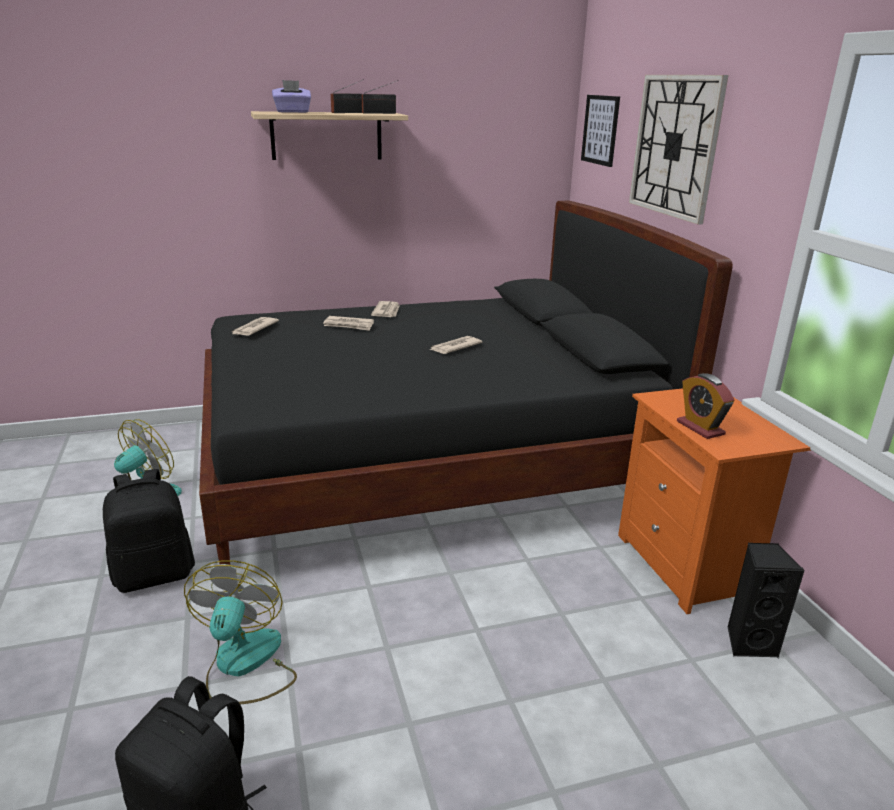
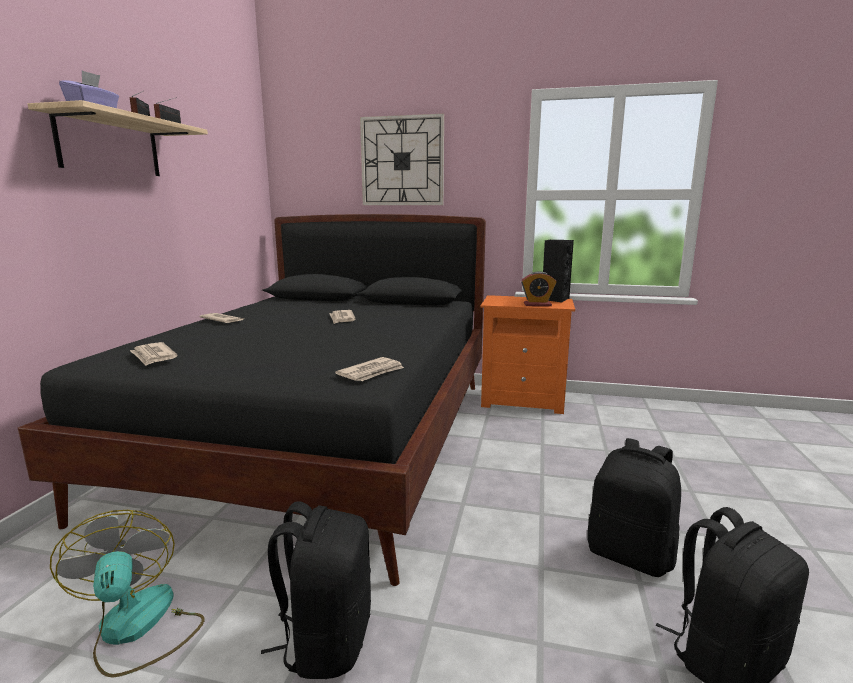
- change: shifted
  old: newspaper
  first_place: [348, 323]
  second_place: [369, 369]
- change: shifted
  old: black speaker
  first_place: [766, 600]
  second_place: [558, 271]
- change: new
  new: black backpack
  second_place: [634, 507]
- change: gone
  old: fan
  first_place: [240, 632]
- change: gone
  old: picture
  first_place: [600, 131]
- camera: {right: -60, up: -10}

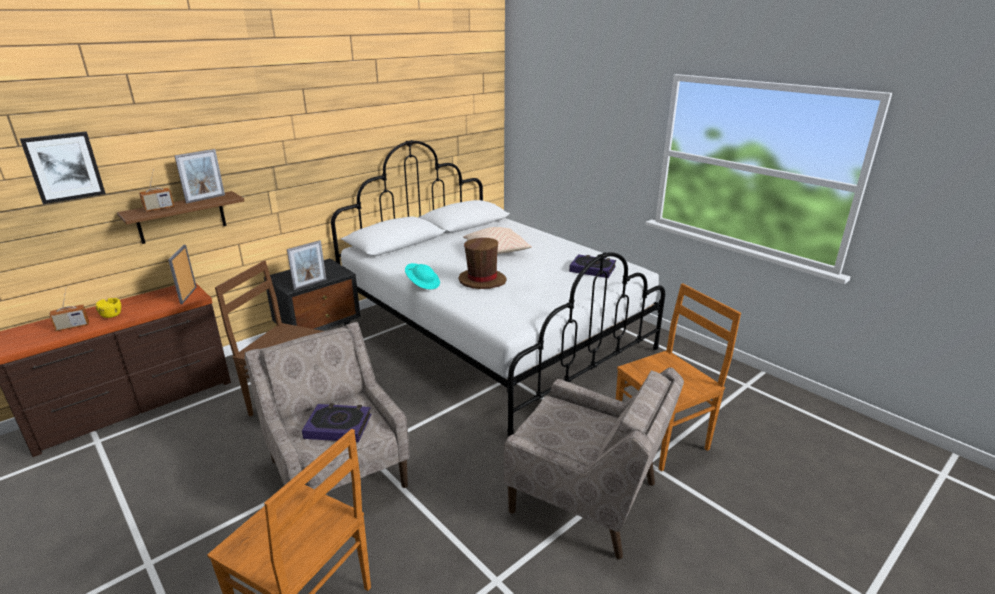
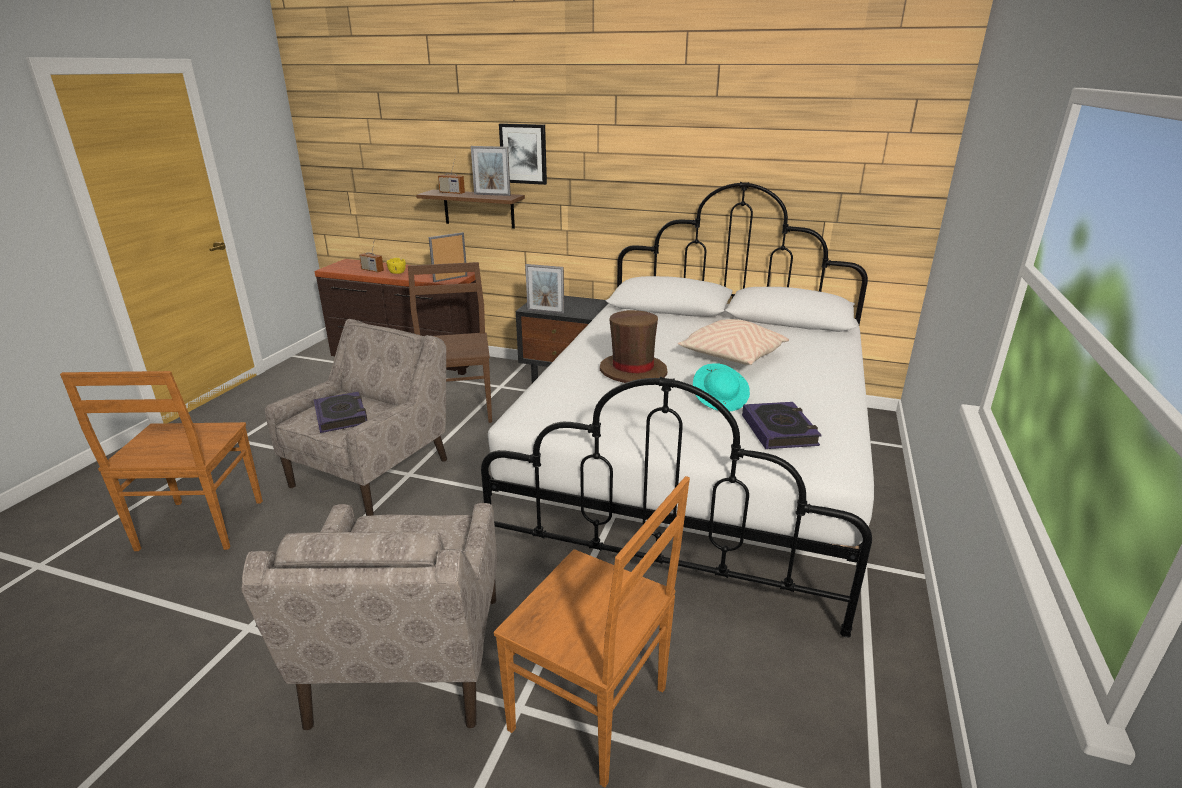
- change: shifted
  old: picture
  first_place: [63, 168]
  second_place: [523, 154]
- change: shifted
  old: turquoise hat
  first_place: [422, 276]
  second_place: [721, 387]
- camera: {right: 60, up: 0}

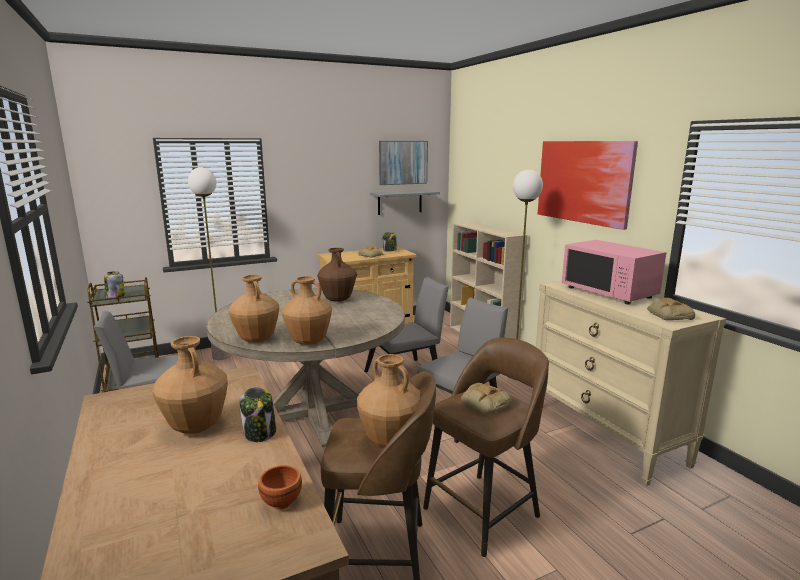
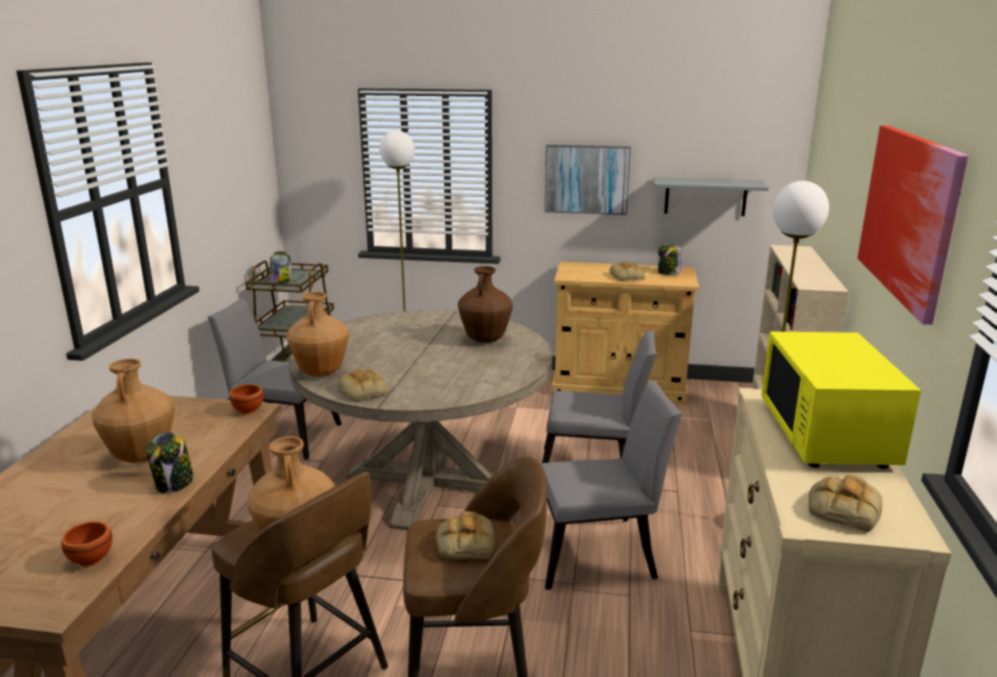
- change: new
  new: brown bowl
  second_place: [247, 399]
- change: swapped
  old: brown vase
  new: bread
  first_place: [307, 310]
  second_place: [363, 385]
- change: shifted
  old: picture
  first_place: [403, 163]
  second_place: [588, 180]
- change: repainted
  old: pink microwave
  new: yellow microwave
  first_place: [614, 272]
  second_place: [841, 400]
- camera: {right: 35, up: 5}

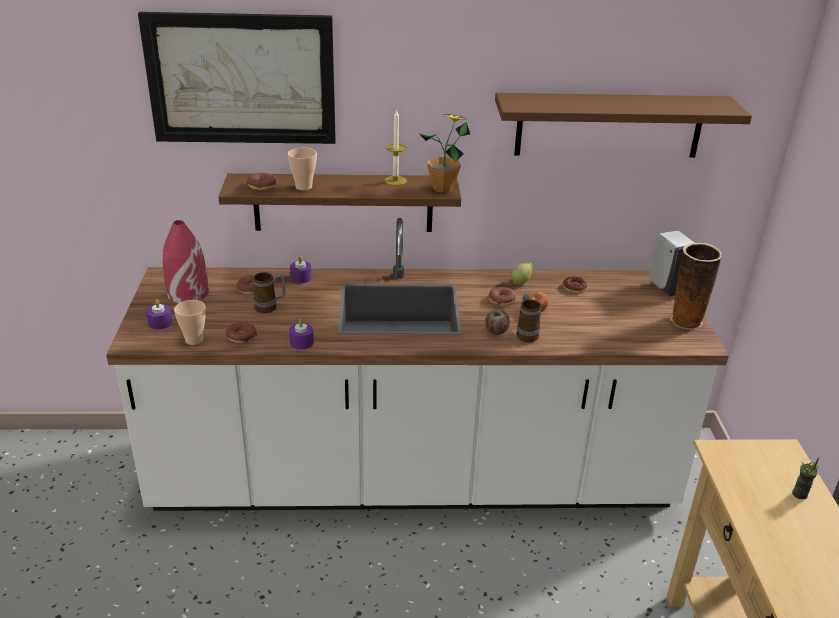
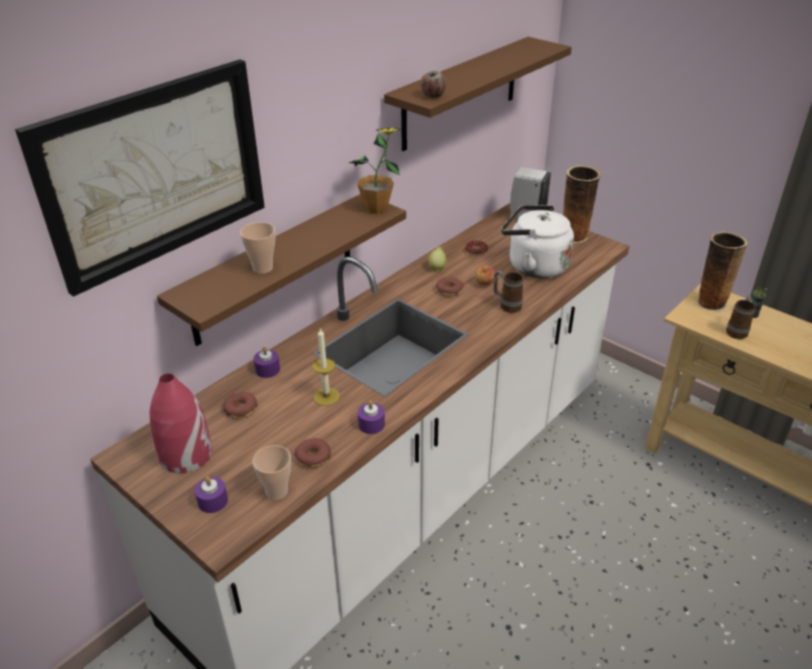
- change: shifted
  old: candle
  first_place: [395, 147]
  second_place: [326, 367]
- change: shifted
  old: apple
  first_place: [497, 322]
  second_place: [433, 84]
- change: new
  new: white kettle
  second_place: [537, 242]
- change: new
  new: vase
  second_place: [722, 271]
- change: shifted
  old: mug
  first_place: [269, 293]
  second_place: [740, 317]
- change: gone
  old: donut
  first_place: [261, 182]
- camera: {right: -45, up: 5}

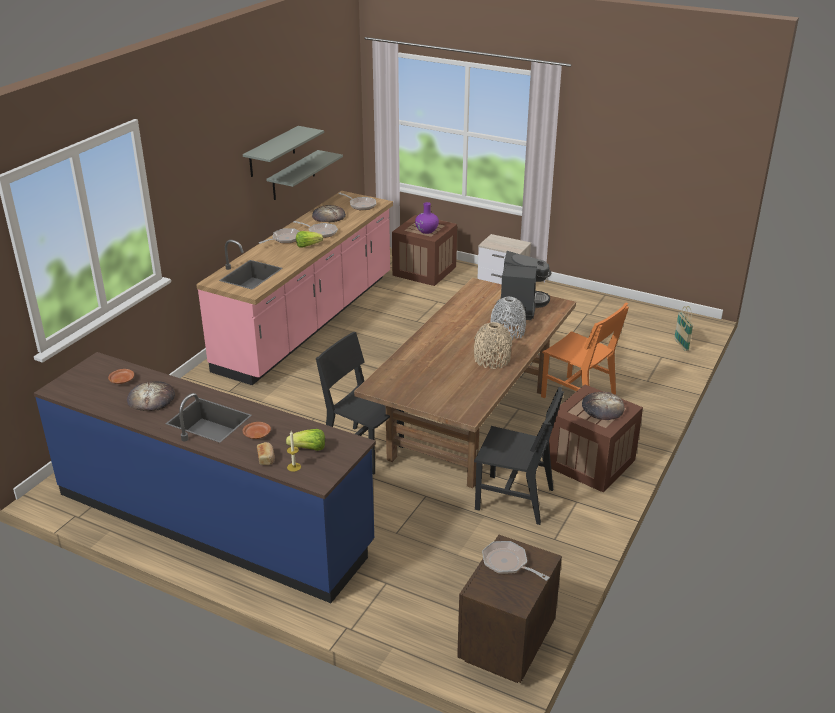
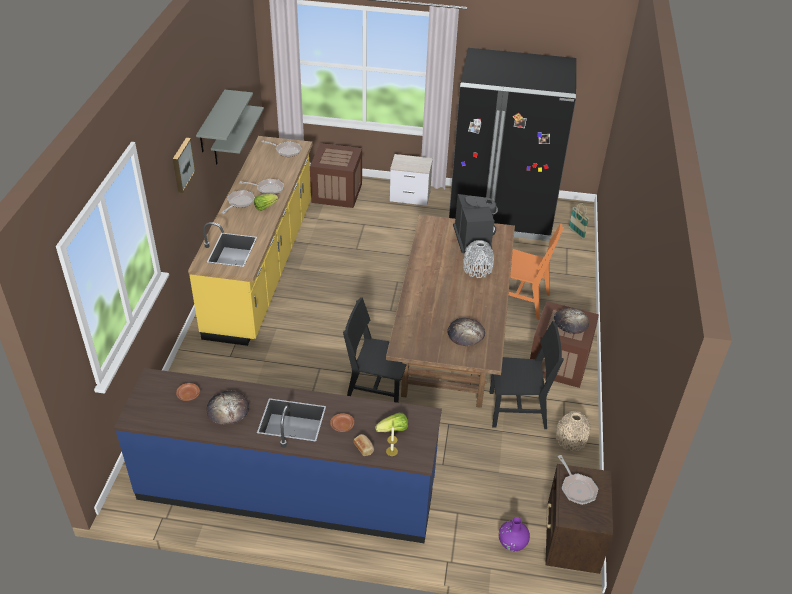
- change: new
  new: picture
  second_place: [184, 165]
- change: repainted
  old: pink counter
  new: yellow counter
  first_place: [294, 288]
  second_place: [250, 241]
- change: shifted
  old: bread
  first_place: [329, 213]
  second_place: [466, 332]
- change: new
  new: black fridge
  second_place: [512, 144]
- change: shifted
  old: purple vase
  first_place: [427, 218]
  second_place: [514, 534]
- change: shifted
  old: beige vase
  first_place: [493, 345]
  second_place: [573, 431]
- change: rotated
  old: frying pan
  first_place: [516, 561]
  second_place: [577, 480]
  degrees: -135
- camera: {right: -20, up: 10}

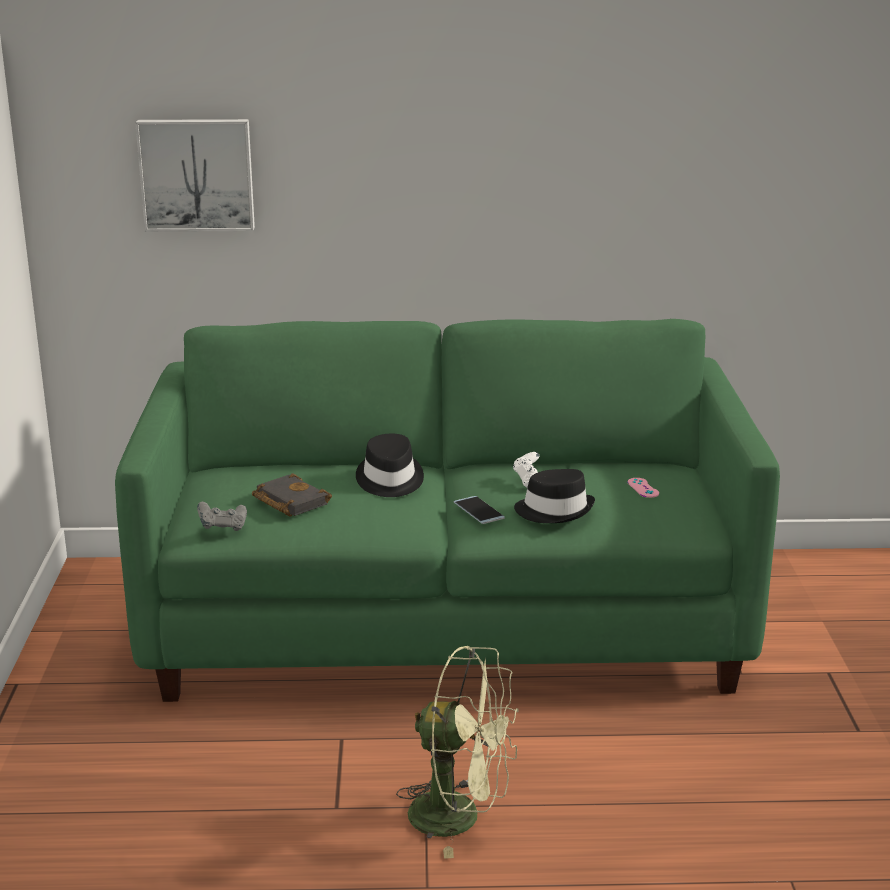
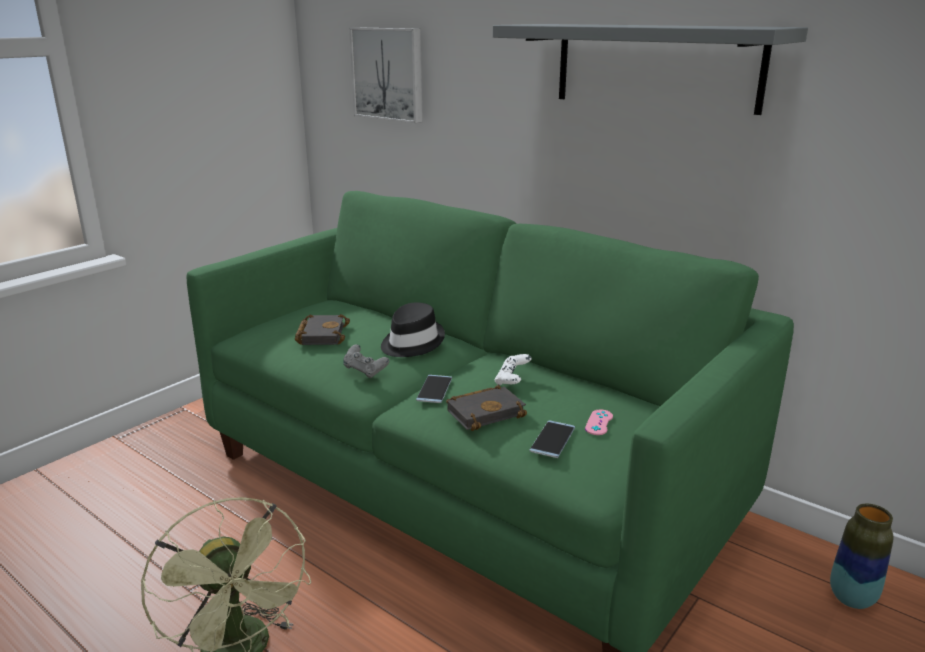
- change: shifted
  old: grey game controller
  first_place: [222, 516]
  second_place: [366, 361]
- change: swapped
  old: black hat
  new: black book
  first_place: [554, 496]
  second_place: [486, 408]
- change: new
  new: grey shelf
  second_place: [650, 69]
- change: new
  new: phone
  second_place: [552, 439]
- change: new
  new: vase
  second_place: [862, 556]
- camera: {right: 40, up: 0}

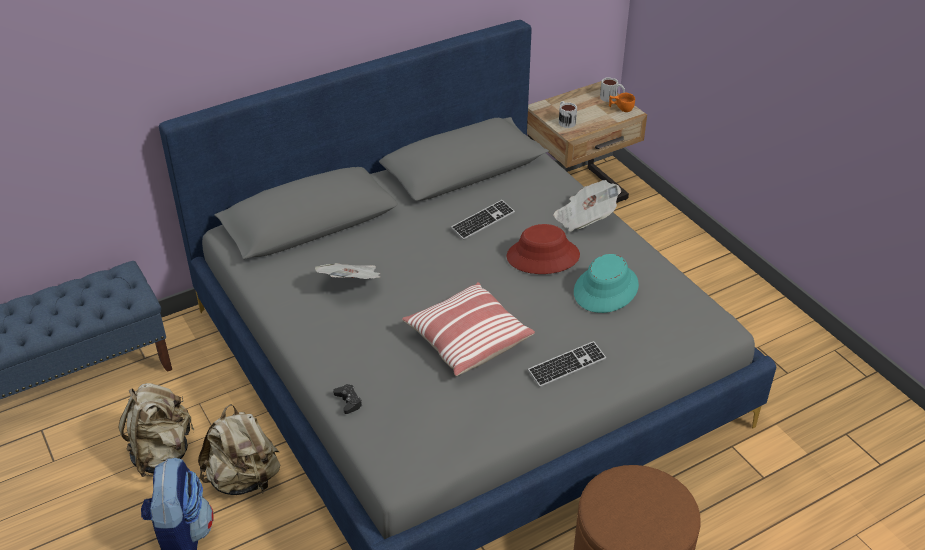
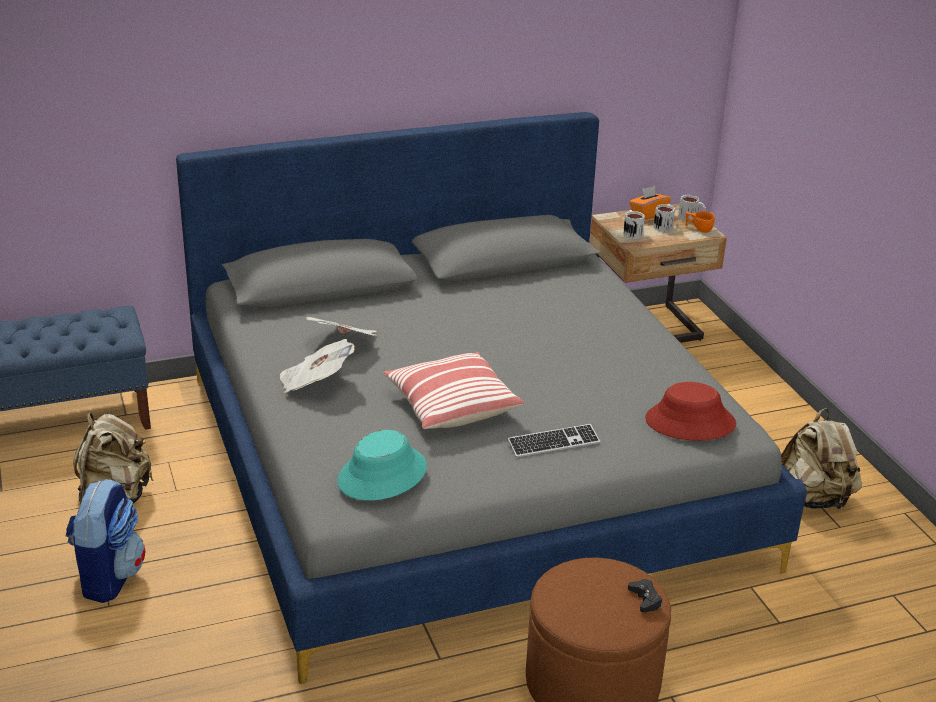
- change: shifted
  old: newspaper
  first_place: [587, 206]
  second_place: [317, 366]
- change: shifted
  old: turquoise hat
  first_place: [606, 283]
  second_place: [382, 465]
- change: shifted
  old: black game controller
  first_place: [348, 399]
  second_place: [645, 595]
- change: new
  new: orange tissue box
  second_place: [650, 203]
- change: shifted
  old: red hat
  first_place: [543, 249]
  second_place: [690, 411]
- change: new
  new: mug
  second_place: [664, 218]
- change: shifted
  old: beige backpack
  first_place: [239, 449]
  second_place: [821, 458]
- change: gone
  old: keyboard
  first_place: [483, 220]
- camera: {right: 10, up: -10}

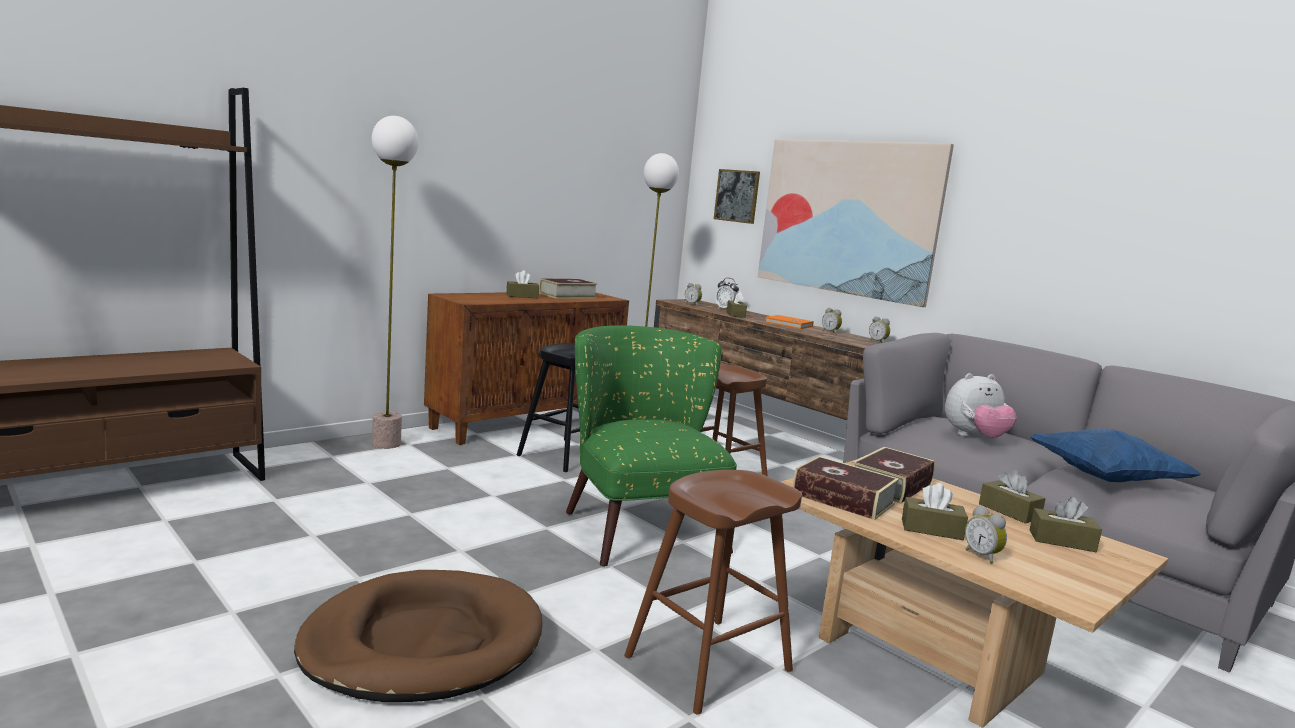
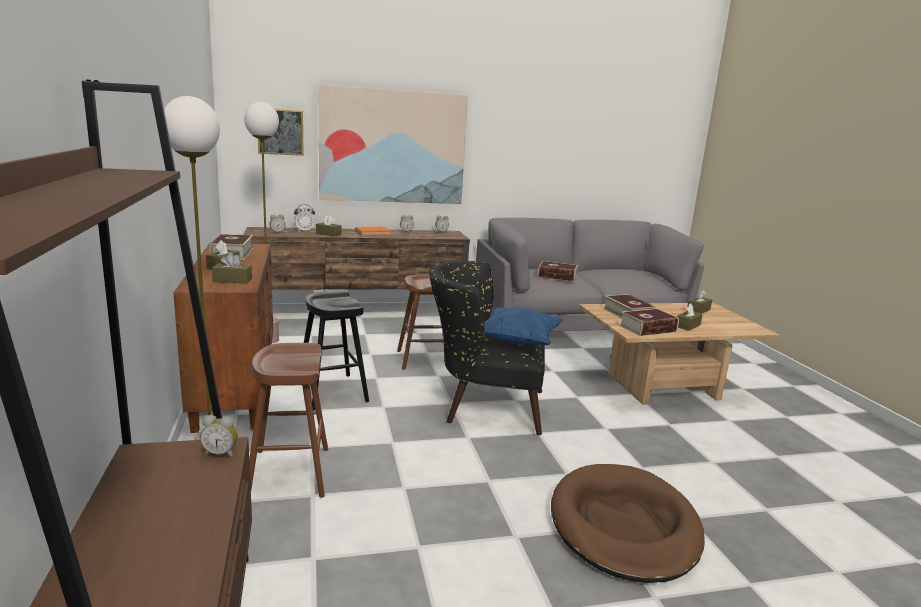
- change: shifted
  old: alarm clock
  first_place: [986, 534]
  second_place: [219, 436]
- change: shifted
  old: brown tissue box
  first_place: [1012, 496]
  second_place: [232, 267]
- change: shifted
  old: brown stool
  first_place: [713, 592]
  second_place: [288, 420]
- change: repainted
  old: green armchair
  new: black armchair
  first_place: [651, 446]
  second_place: [487, 348]
- change: shifted
  old: blue pillow
  first_place: [1115, 455]
  second_place: [523, 326]
- change: swapped
  old: plush toy
  new: book
  first_place: [981, 405]
  second_place: [558, 271]
- camera: {right: -60, up: 5}

